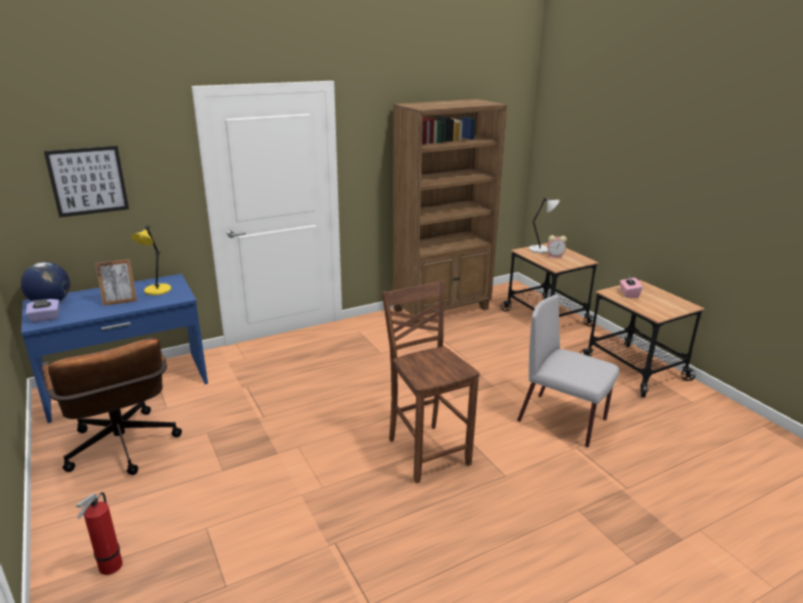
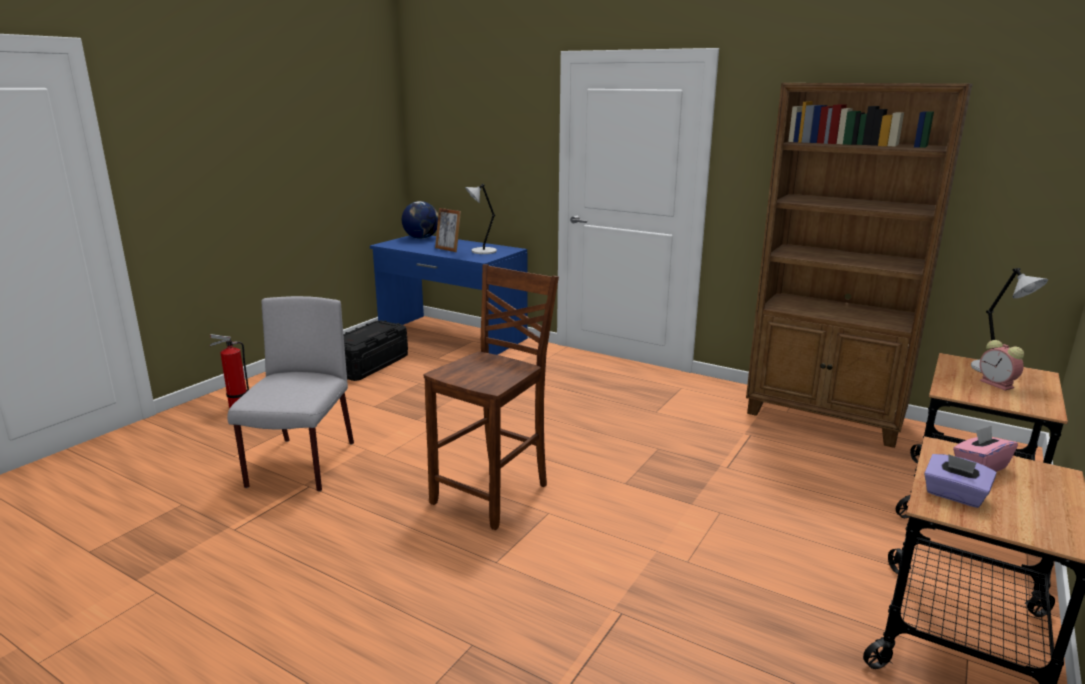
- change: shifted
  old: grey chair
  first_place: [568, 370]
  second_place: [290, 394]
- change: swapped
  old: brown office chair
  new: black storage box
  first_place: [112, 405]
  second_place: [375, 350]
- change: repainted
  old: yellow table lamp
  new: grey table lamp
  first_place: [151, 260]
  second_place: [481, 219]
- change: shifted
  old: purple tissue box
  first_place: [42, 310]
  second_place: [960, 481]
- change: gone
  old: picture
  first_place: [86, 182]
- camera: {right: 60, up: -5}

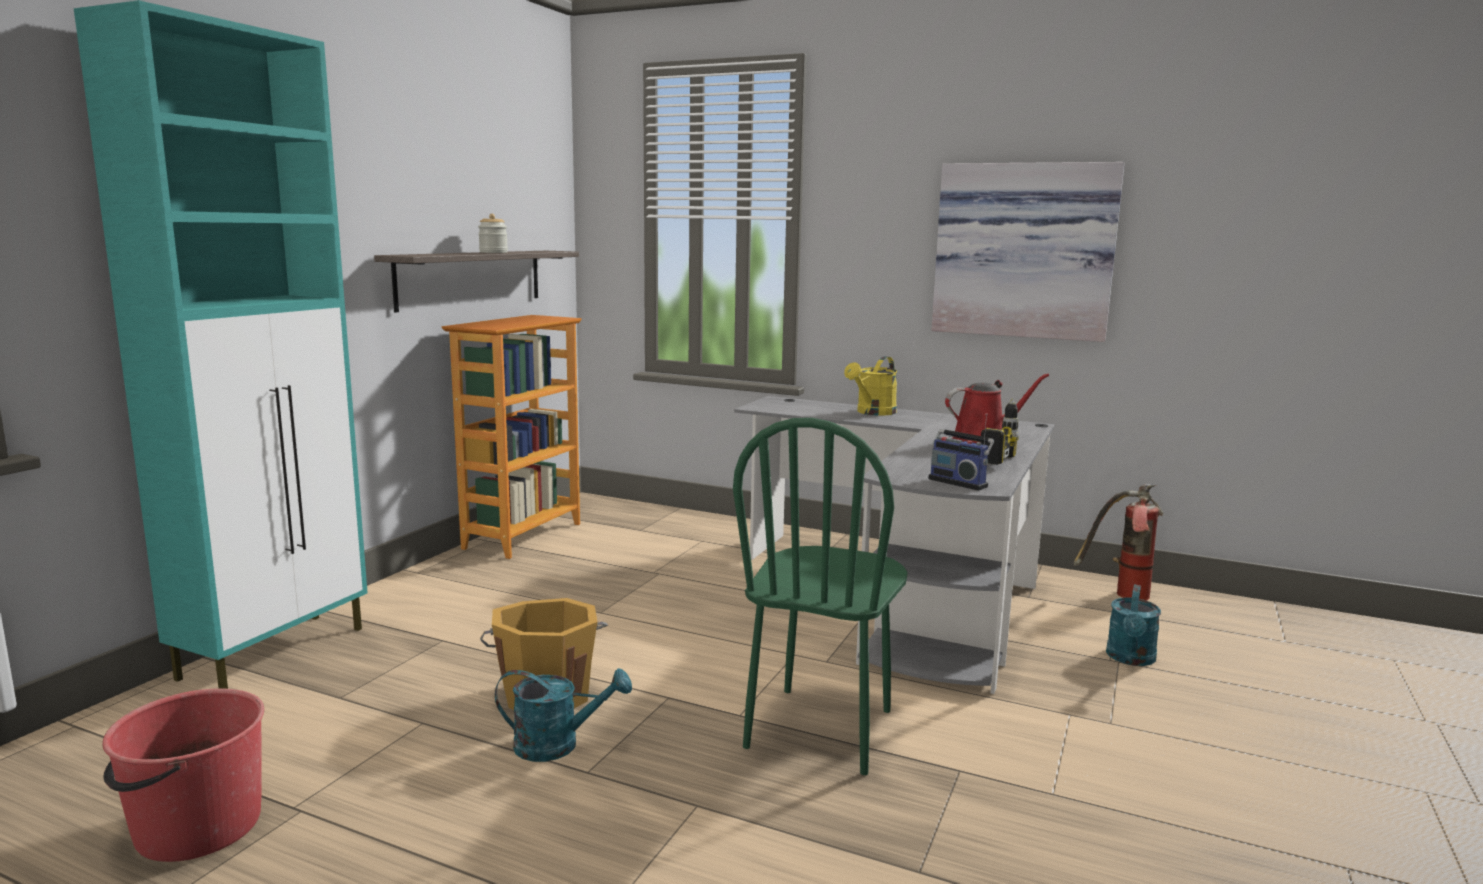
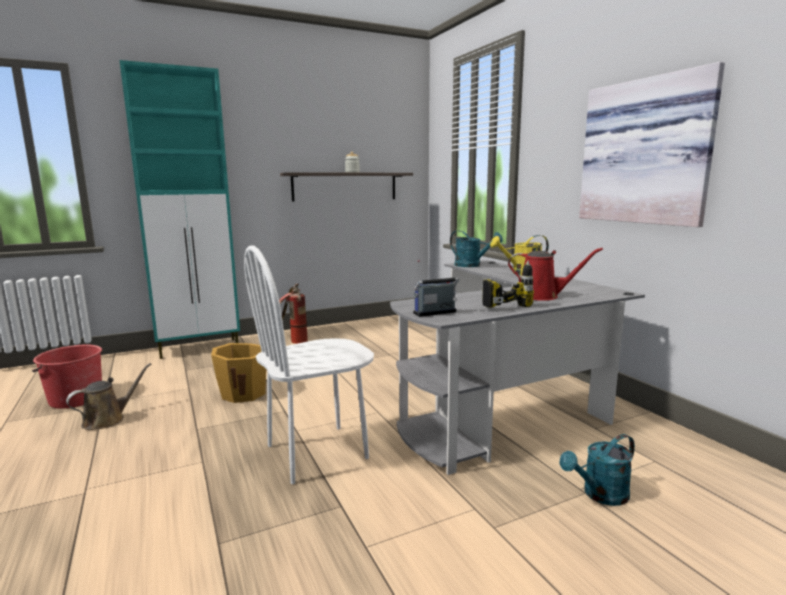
- change: new
  new: brown watering can
  second_place: [108, 396]
- change: repainted
  old: green chair
  new: white chair
  first_place: [820, 596]
  second_place: [309, 365]
- change: shifted
  old: fire extinguisher
  first_place: [1119, 542]
  second_place: [293, 313]
- change: rotated
  old: radio
  first_place: [961, 452]
  second_place: [436, 288]
  degrees: 75
- change: shifted
  old: turquoise watering can
  first_place: [563, 715]
  second_place: [476, 248]
- change: gone
  old: bookcase
  first_place: [511, 437]
- camera: {right: 40, up: 0}

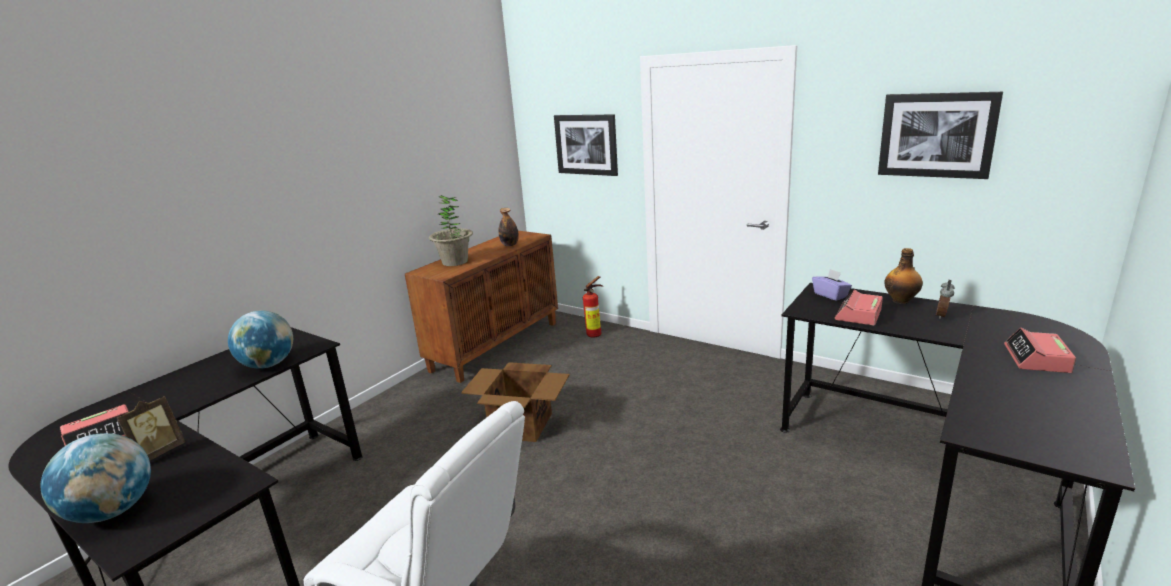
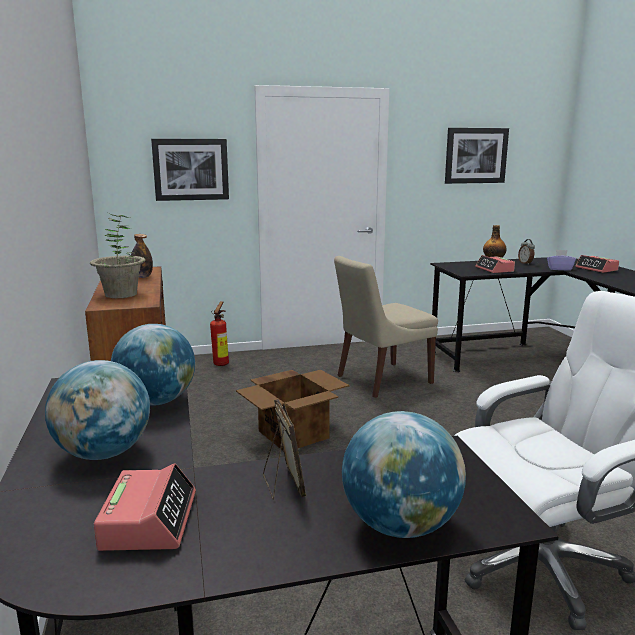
- change: new
  new: globe
  second_place: [97, 410]
- change: new
  new: beige chair
  second_place: [386, 327]
- change: shifted
  old: purple tissue box
  first_place: [832, 285]
  second_place: [561, 260]
- camera: {right: -50, up: -5}

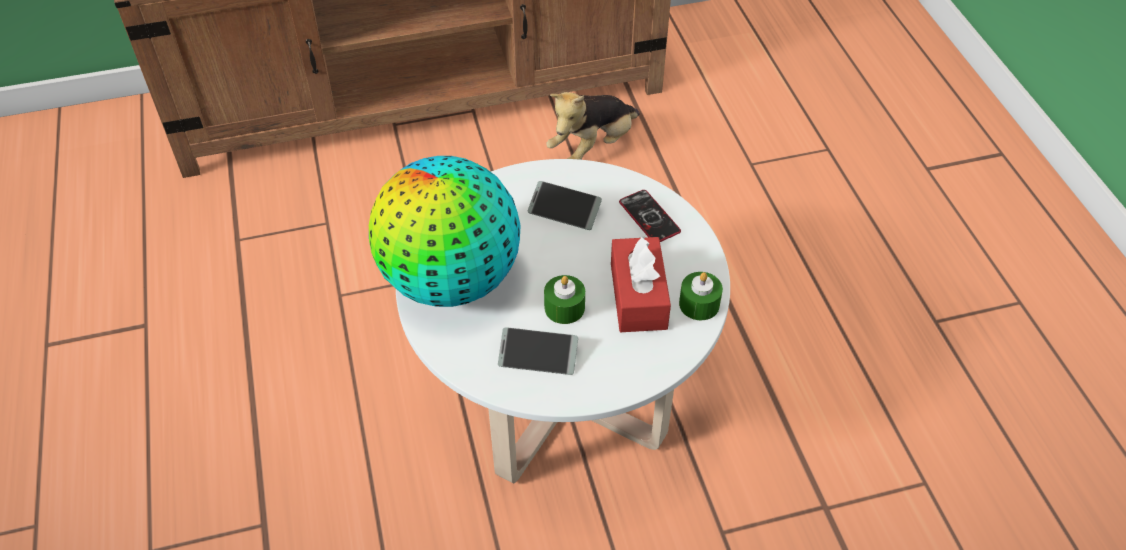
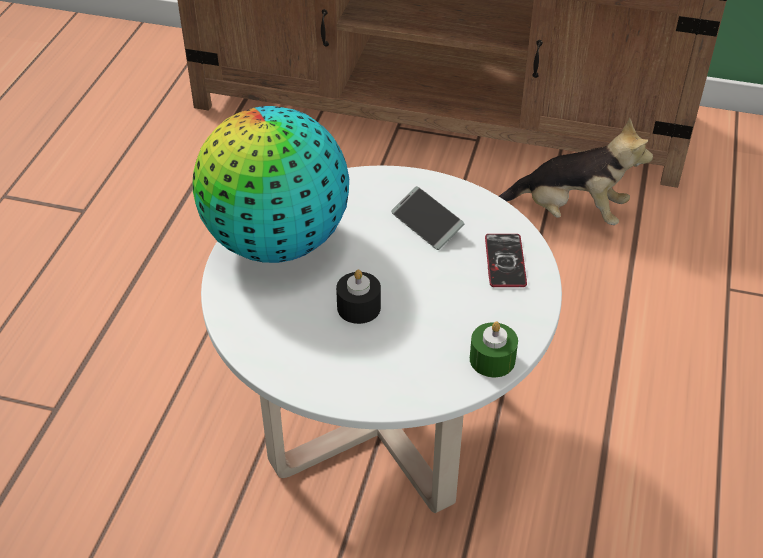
- change: repainted
  old: green candle
  new: black candle
  first_place: [564, 299]
  second_place: [358, 297]
- change: rotated
  old: plush toy
  first_place: [592, 126]
  second_place: [576, 171]
  degrees: -150
- change: gone
  old: phone
  first_place: [538, 351]
- change: gone
  old: red tissue box
  first_place: [641, 284]
- camera: {right: 30, up: -5}

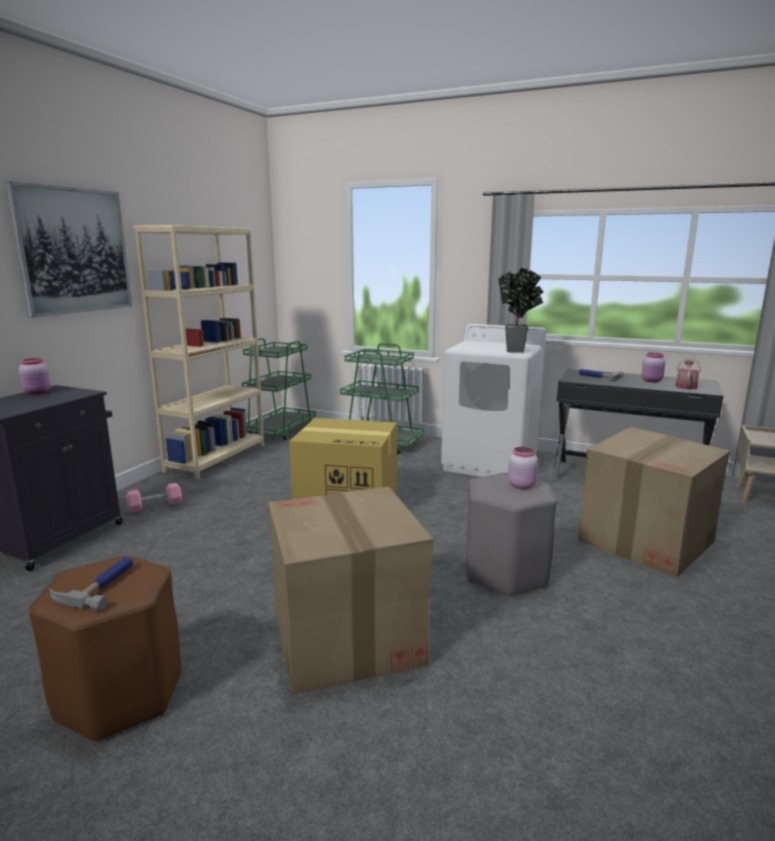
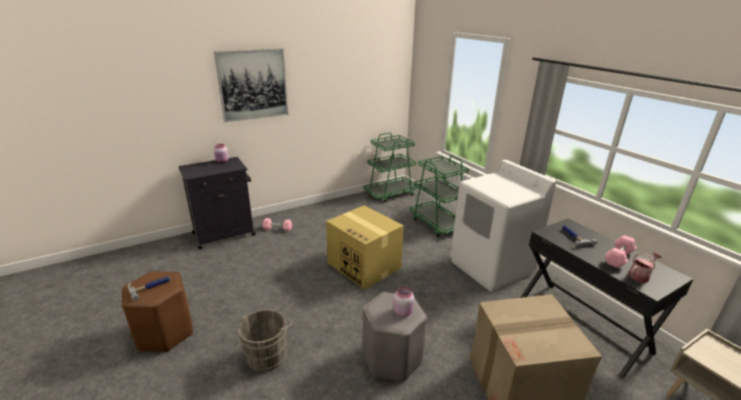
- change: swapped
  old: cardboard box
  new: grey bucket
  first_place: [351, 591]
  second_place: [265, 340]
- change: swapped
  old: pink jar
  new: pink dumbbell
  first_place: [653, 367]
  second_place: [621, 251]
- change: gone
  old: beige bookcase
  first_place: [198, 352]
- change: gone
  old: potted plant
  first_place: [520, 310]
- camera: {right: 35, up: 10}

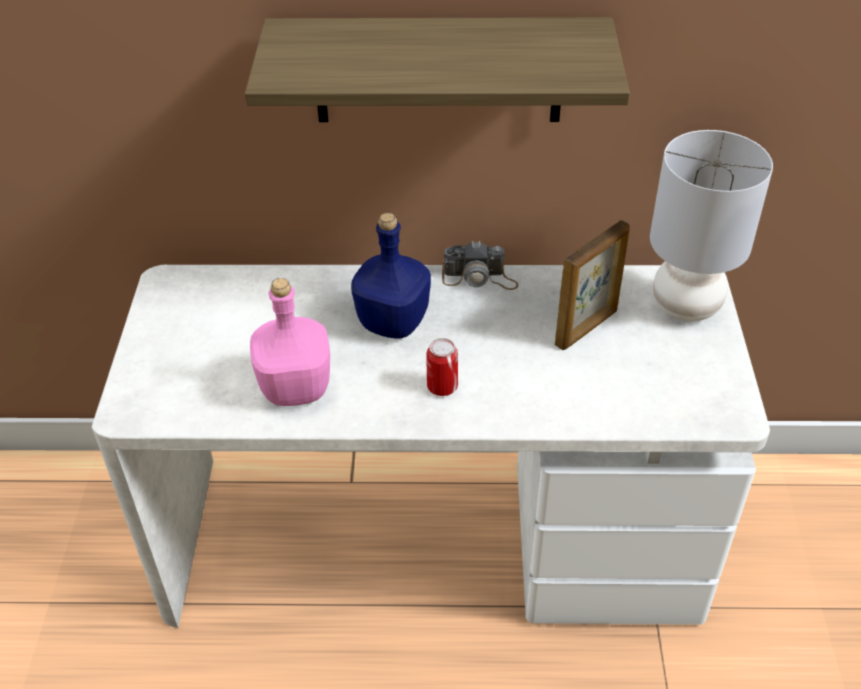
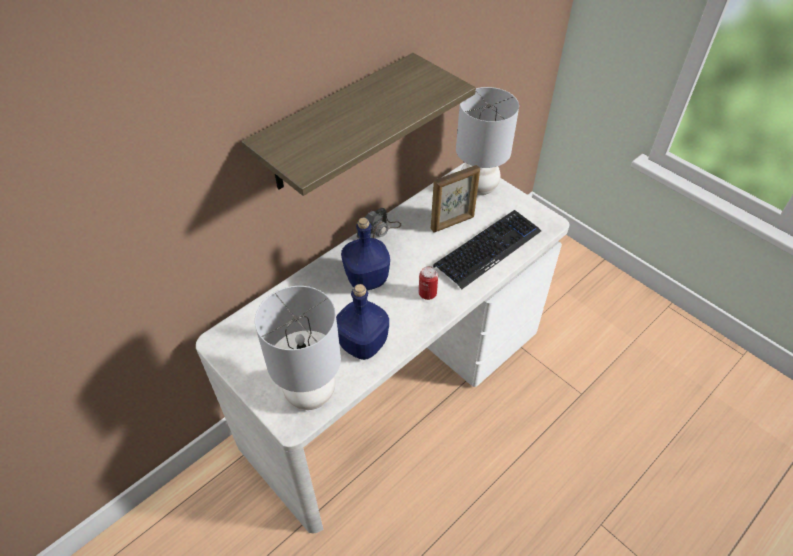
- change: new
  new: grey table lamp
  second_place: [298, 348]
- change: repainted
  old: pink bottle
  new: blue bottle
  first_place: [290, 342]
  second_place: [362, 322]
- change: rotated
  old: picture frame
  first_place: [592, 285]
  second_place: [455, 198]
  degrees: 60
- change: new
  new: keyboard
  second_place: [487, 249]
- camera: {right: -45, up: 5}

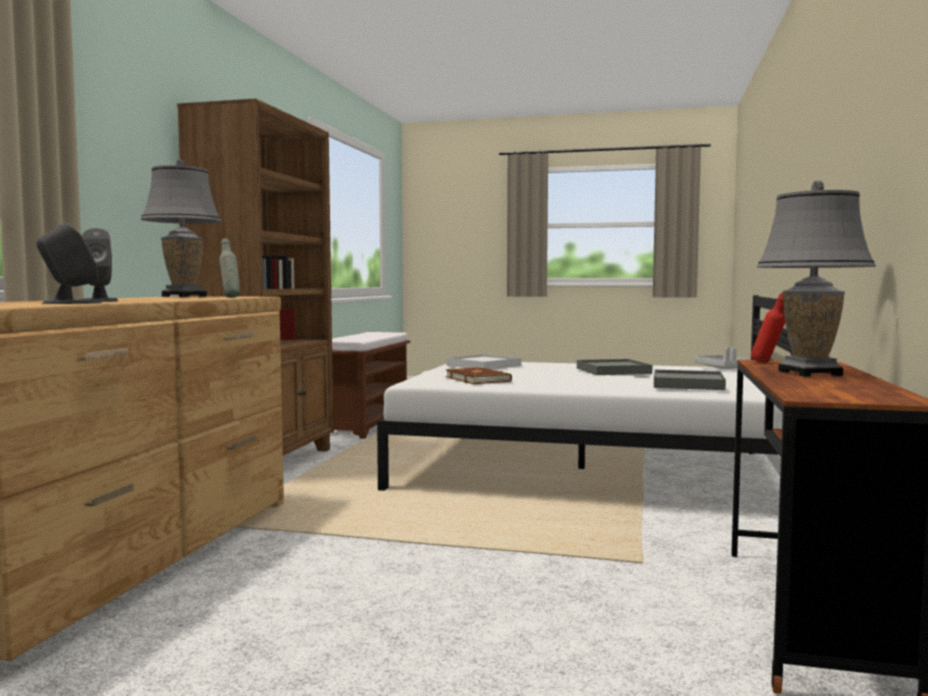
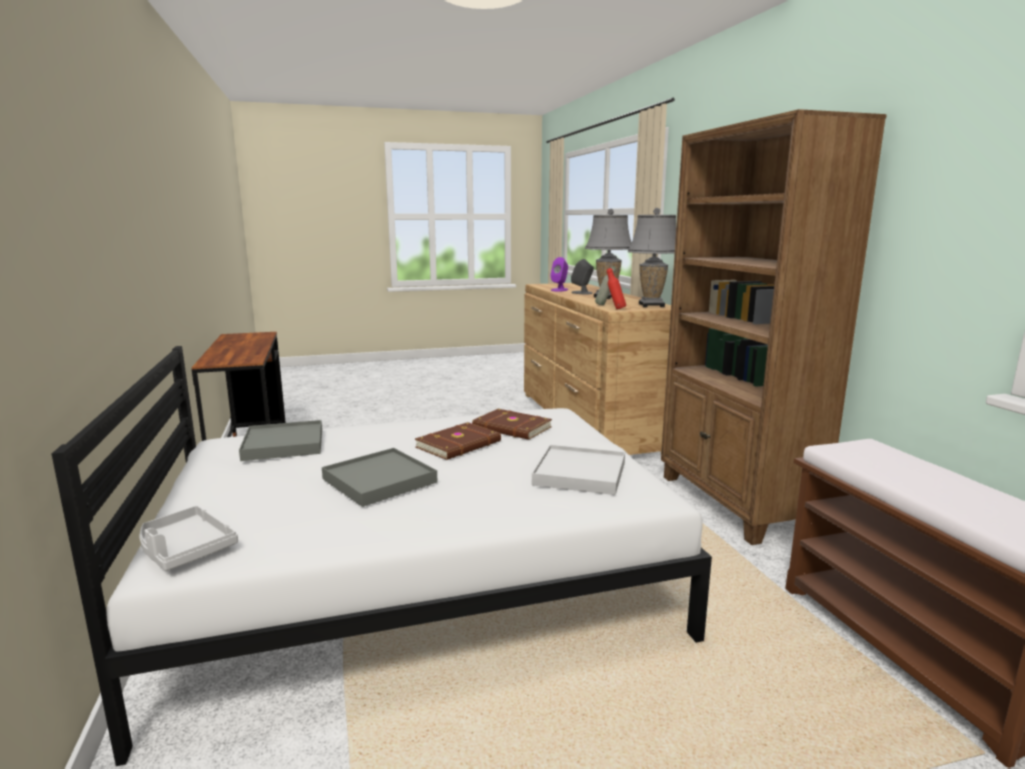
- change: new
  new: brown book
  second_place: [458, 441]
- change: repainted
  old: grey speaker
  new: purple speaker
  first_place: [68, 263]
  second_place: [559, 274]
- change: shifted
  old: grey table lamp
  first_place: [816, 279]
  second_place: [608, 254]
- change: shifted
  old: red bottle
  first_place: [768, 328]
  second_place: [616, 289]
- camera: {right: 150, up: 10}

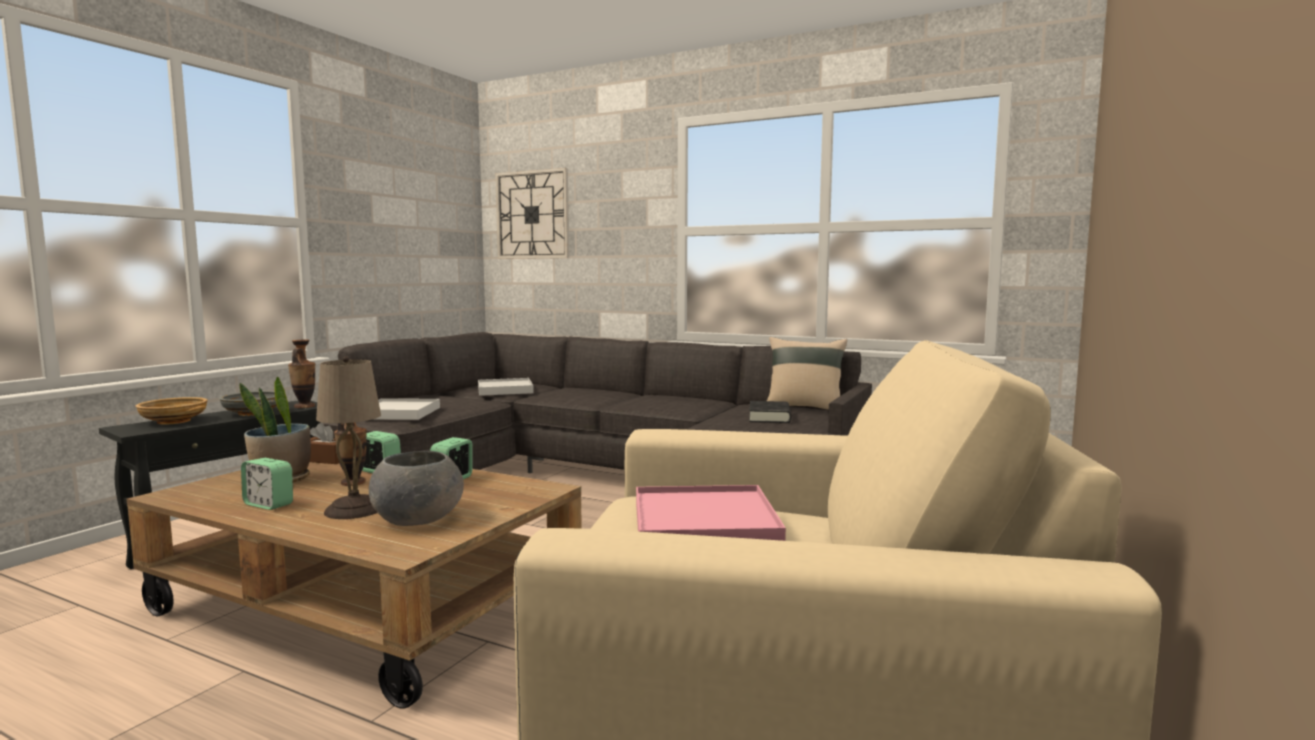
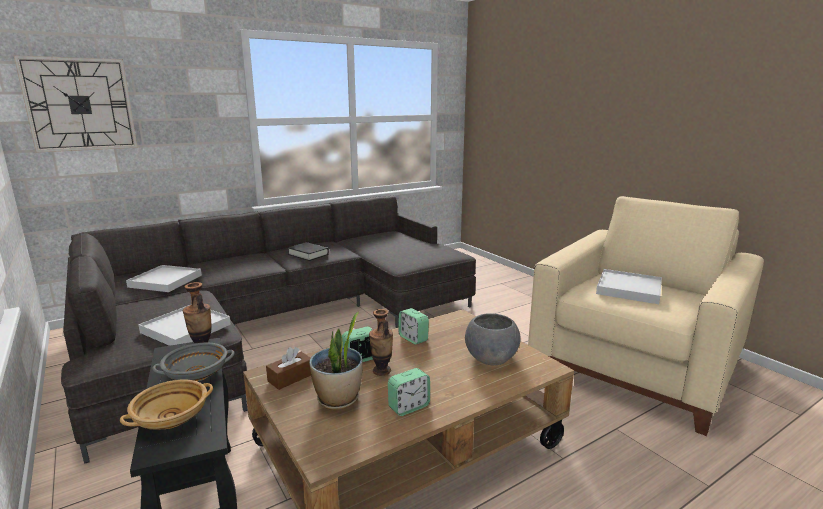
- change: shifted
  old: black book
  first_place: [770, 412]
  second_place: [308, 251]
- change: repainted
  old: pink tray
  new: white tray
  first_place: [711, 513]
  second_place: [629, 286]
- change: gone
  old: beige table lamp
  first_place: [348, 437]
- change: gone
  old: beige pillow
  first_place: [807, 373]
- camera: {right: -60, up: 10}

